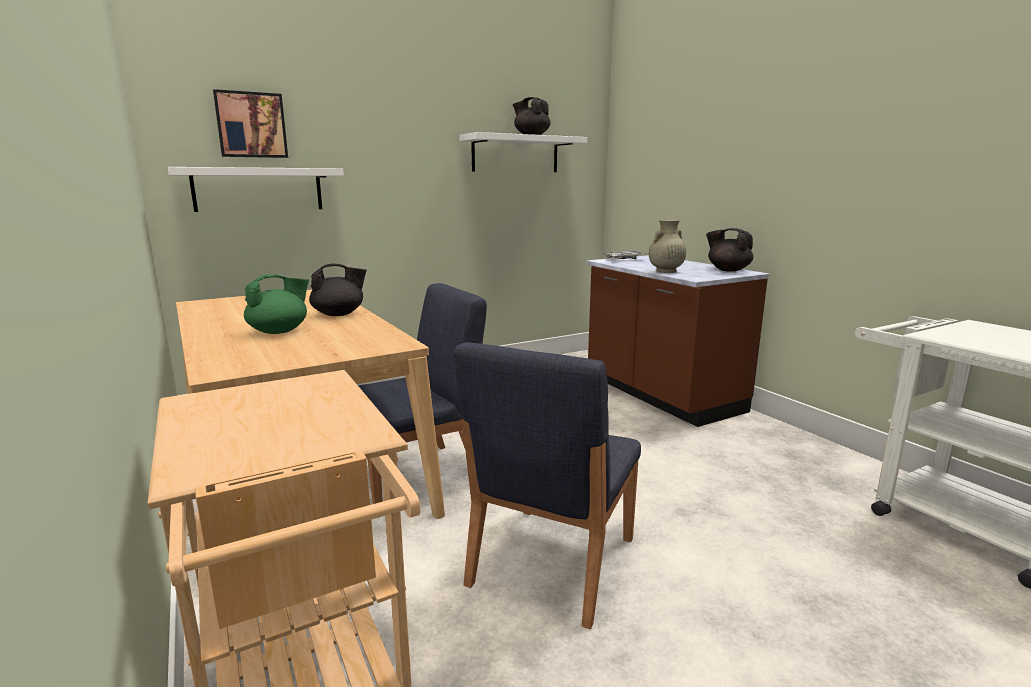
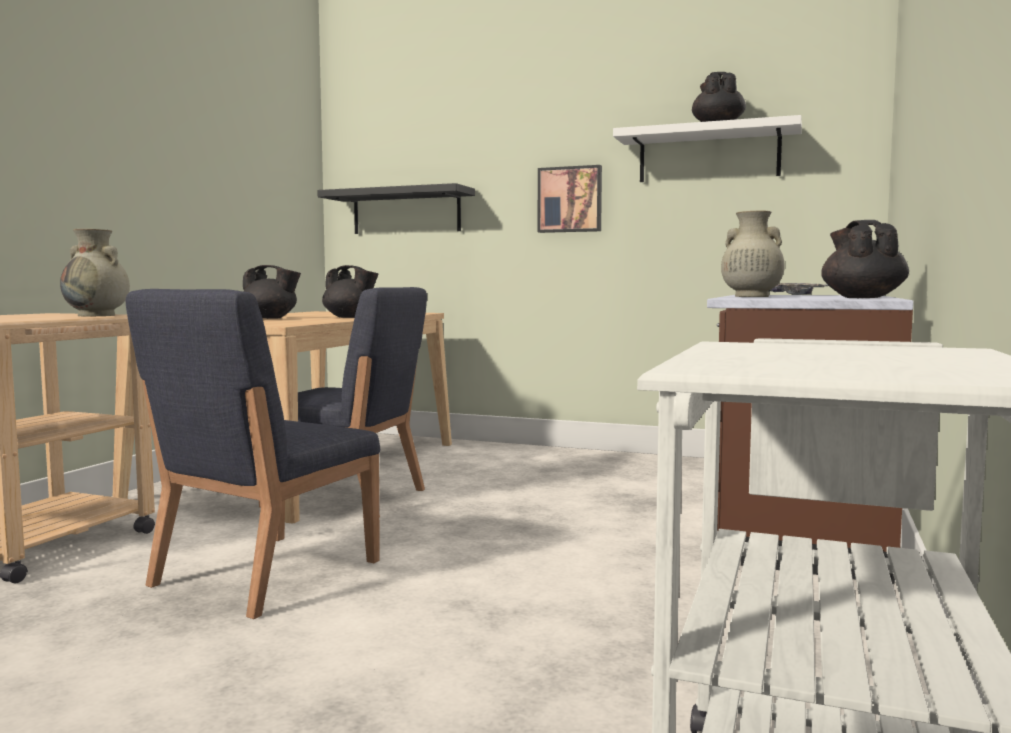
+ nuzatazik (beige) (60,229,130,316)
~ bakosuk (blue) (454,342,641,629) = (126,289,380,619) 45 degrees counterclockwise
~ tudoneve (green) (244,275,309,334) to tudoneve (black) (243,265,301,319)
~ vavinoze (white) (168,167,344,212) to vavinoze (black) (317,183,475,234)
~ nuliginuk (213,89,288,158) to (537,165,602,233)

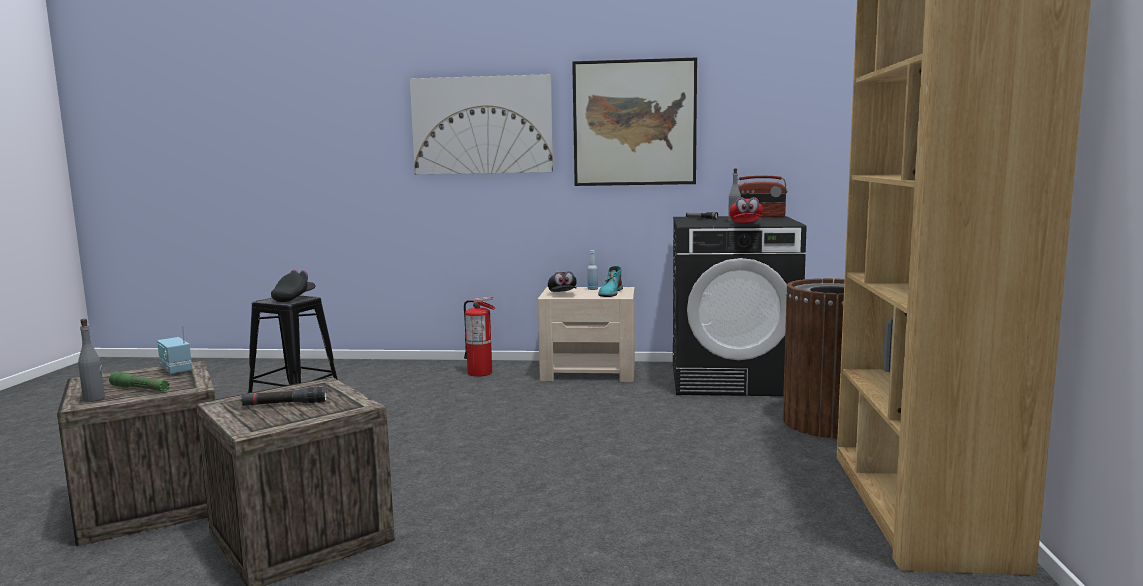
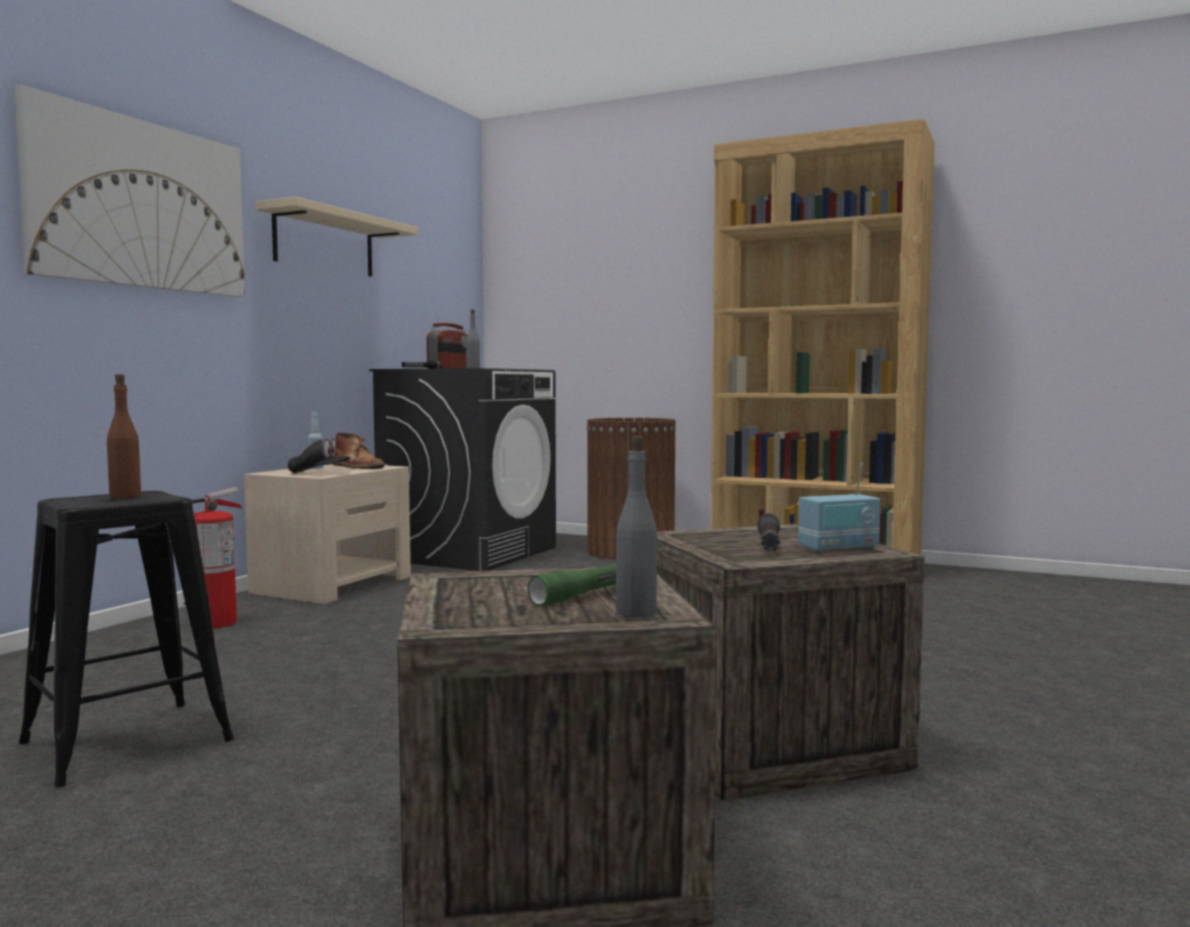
~ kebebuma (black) (271,270,316,302) to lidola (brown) (107,374,141,498)
~ nuliginuk (572,58,697,186) to vavinoze (beige) (256,197,418,277)
~ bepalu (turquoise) (598,266,623,297) to bepalu (brown) (332,433,385,469)
~ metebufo (157,325,192,375) to (798,462,881,553)
- kebebuma (red) (730,197,763,223)

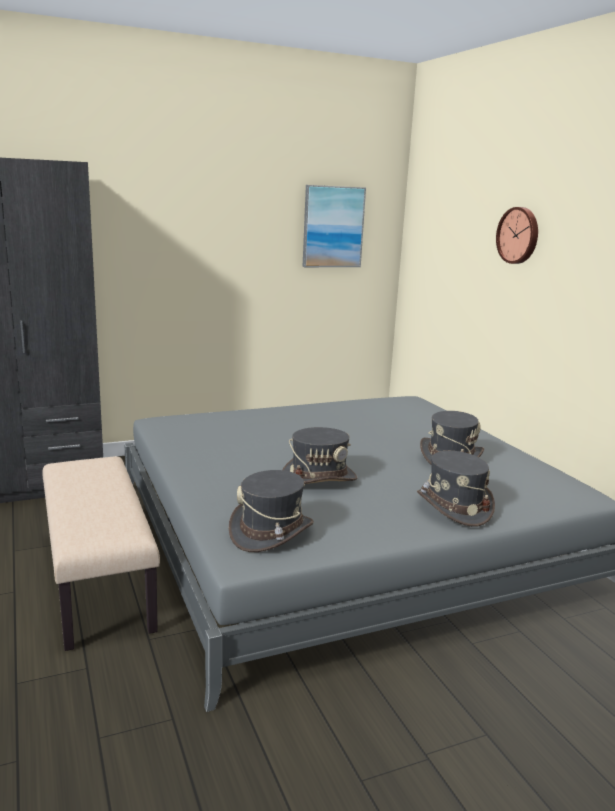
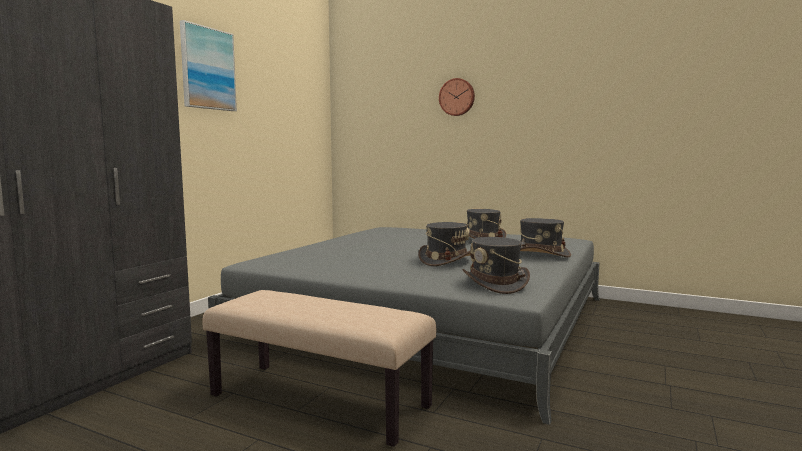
~ nuliginuk (302,185,366,267) to (180,20,237,111)

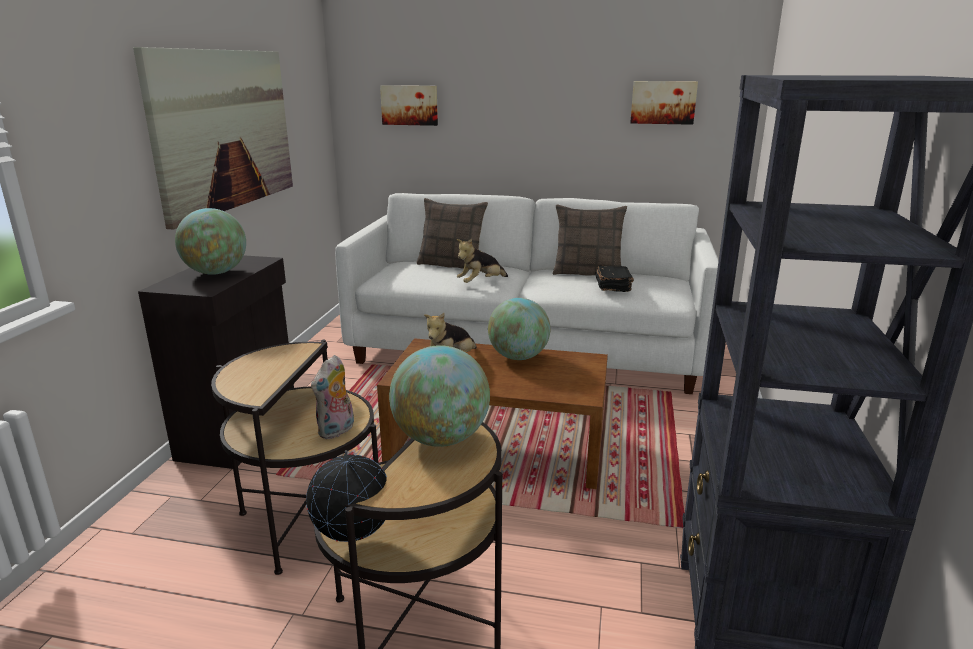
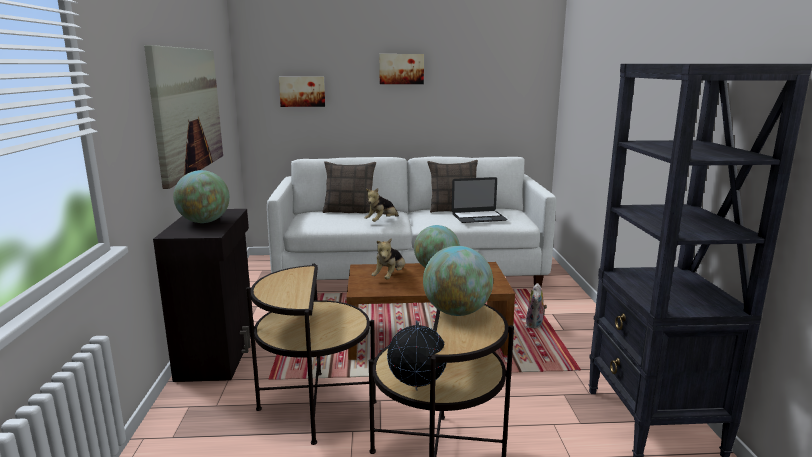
~ nuliginuk (630,81,698,125) to (379,54,424,84)
~ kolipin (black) (595,265,634,292) to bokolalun (452,177,508,223)
~ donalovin (311,355,354,439) to (526,283,547,328)

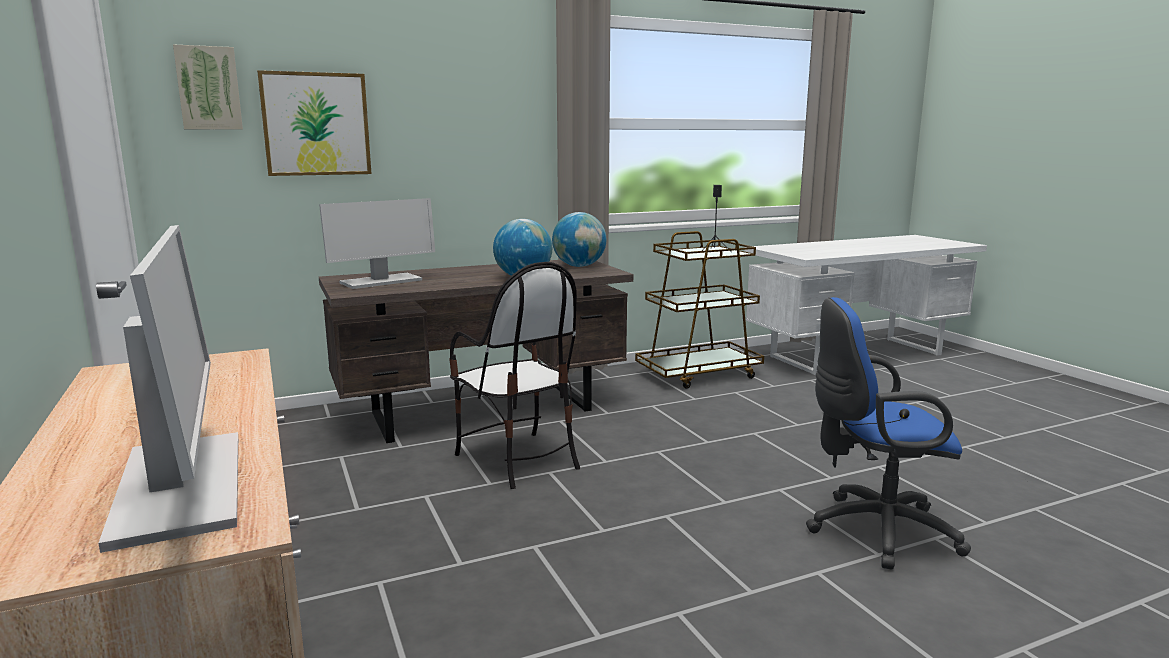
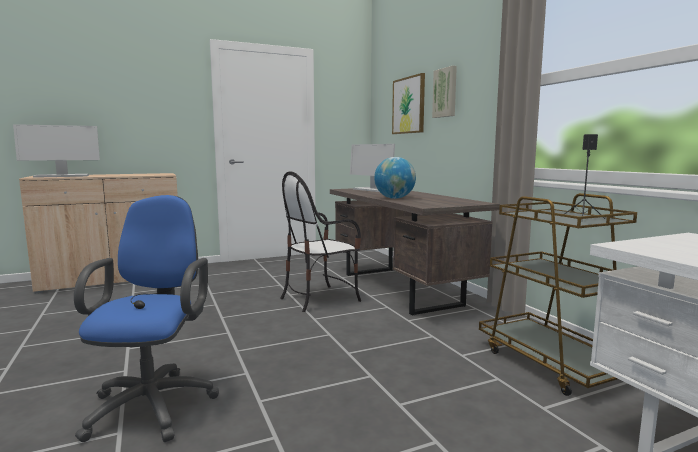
~ nuliginuk (173,44,243,130) to (432,66,457,118)
- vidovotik (552,212,606,267)

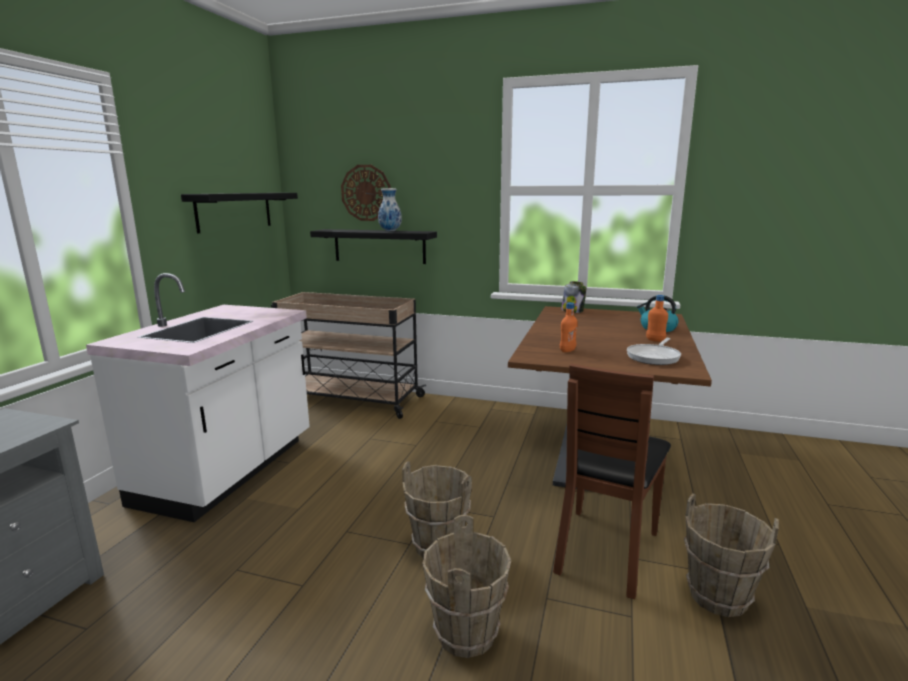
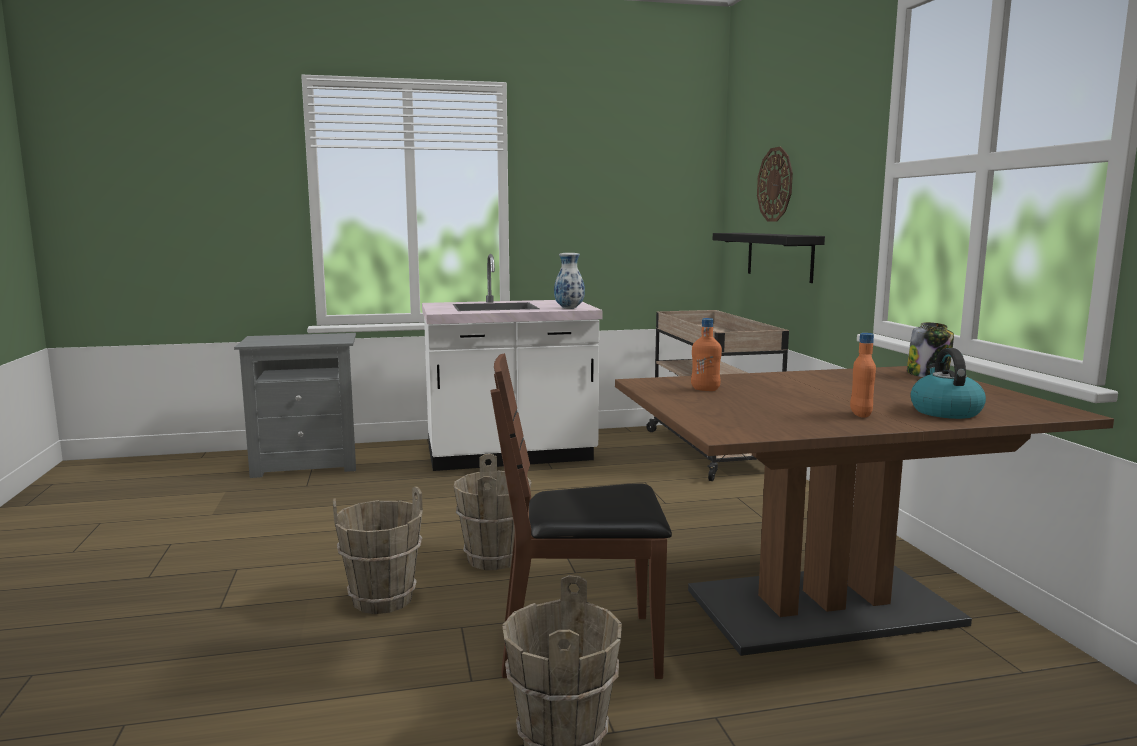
~ nuzatazik (378,188,402,231) to (554,253,585,309)
- vavinoze (black) (181,193,298,234)
- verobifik (627,338,681,365)

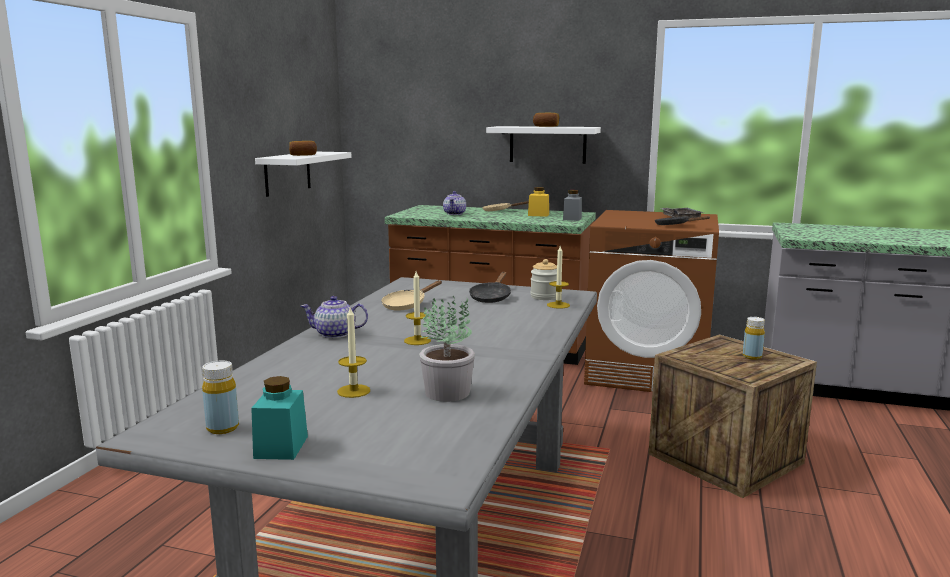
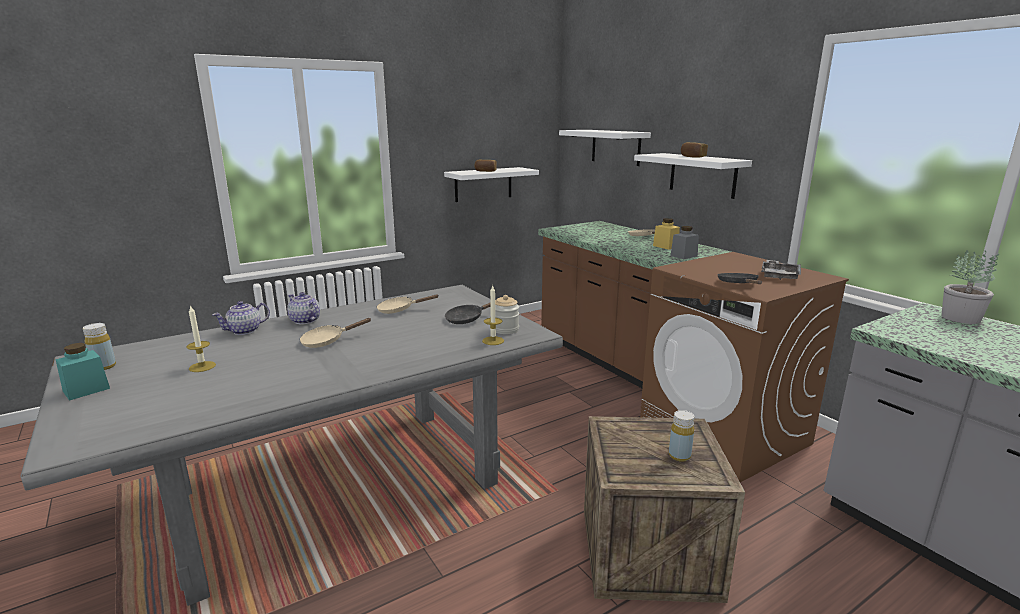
~ tudoneve (443,191,466,215) to (212,301,270,335)
~ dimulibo (404,271,431,345) to verobifik (beige) (300,318,372,348)
+ vavinoze (white) (559,130,651,166)
~ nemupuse (419,296,475,402) to (942,250,999,324)

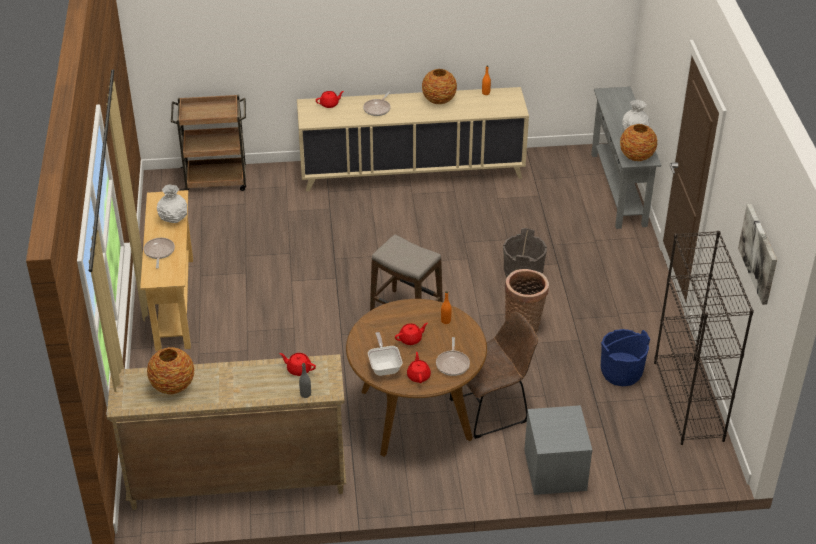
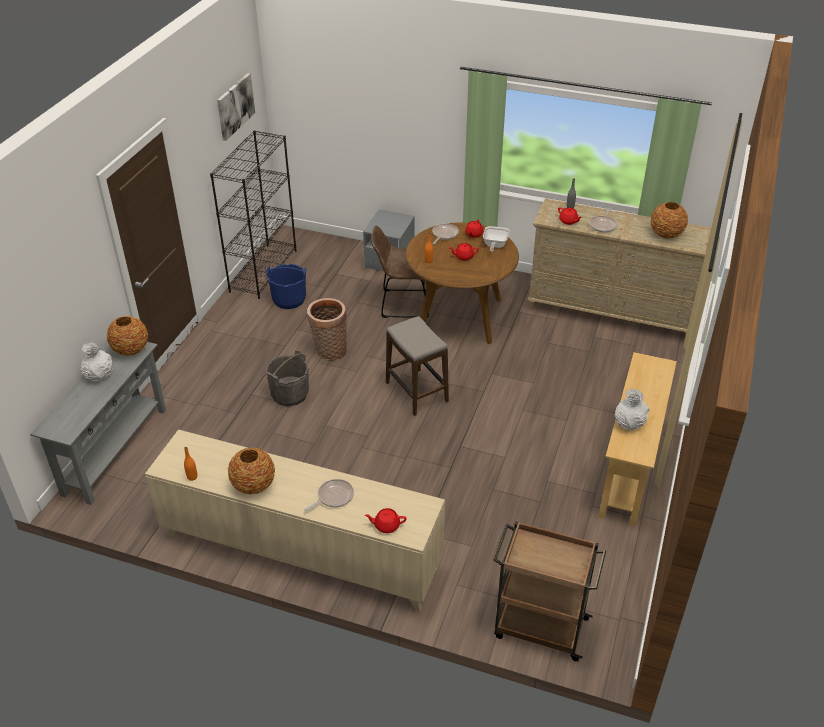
~ verobifik (143,238,175,269) to (589,208,617,232)

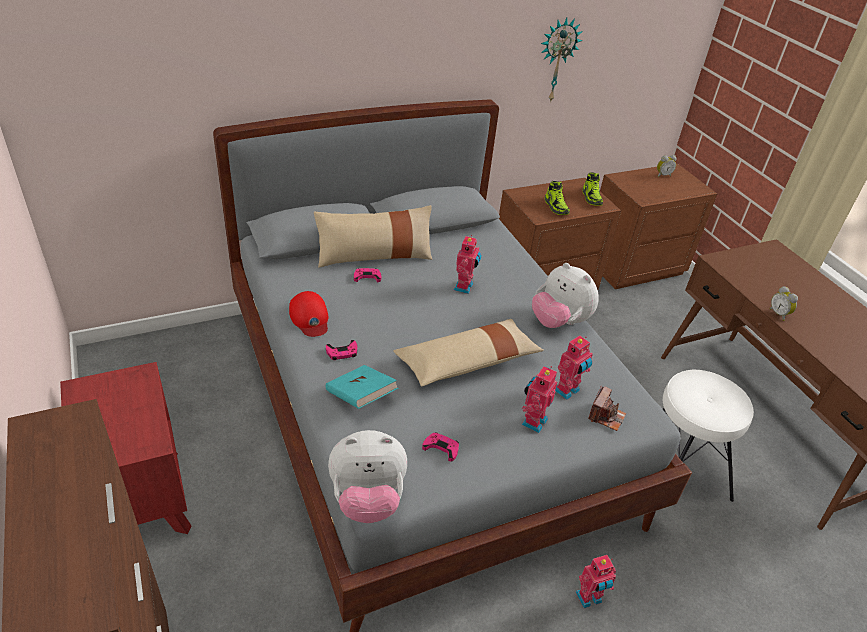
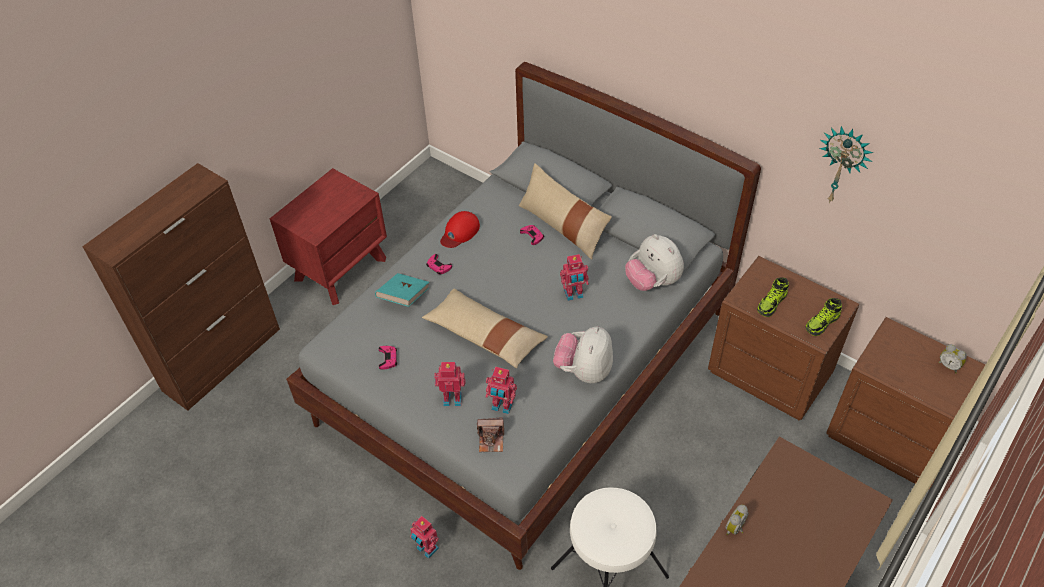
~ donalovin (328,430,407,523) to (625,234,684,291)

